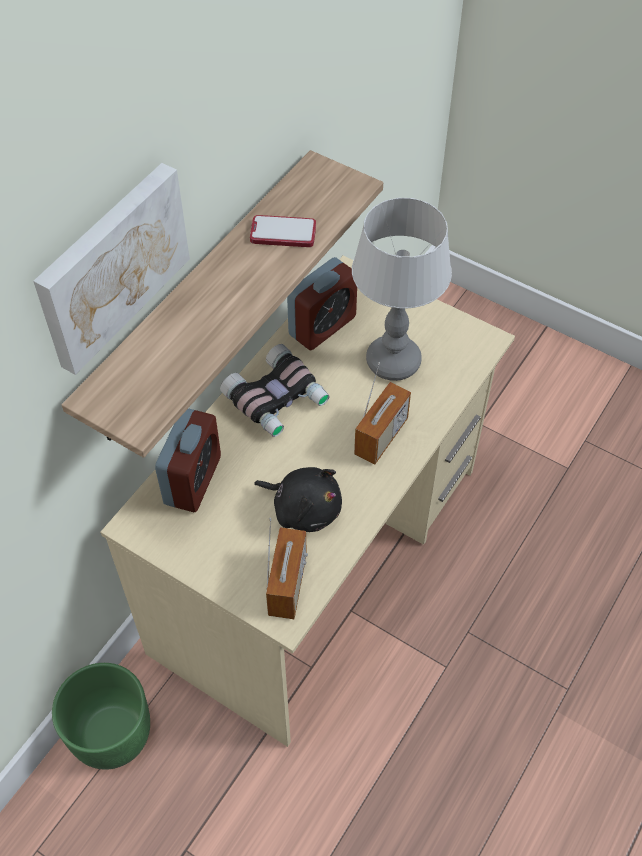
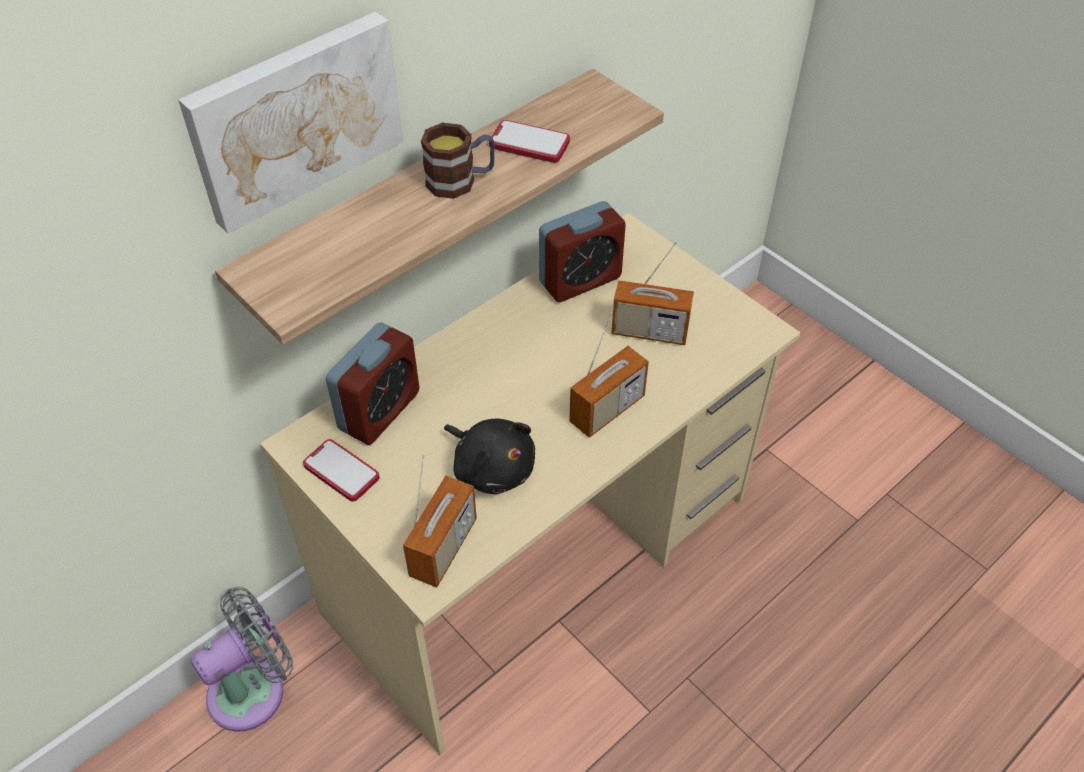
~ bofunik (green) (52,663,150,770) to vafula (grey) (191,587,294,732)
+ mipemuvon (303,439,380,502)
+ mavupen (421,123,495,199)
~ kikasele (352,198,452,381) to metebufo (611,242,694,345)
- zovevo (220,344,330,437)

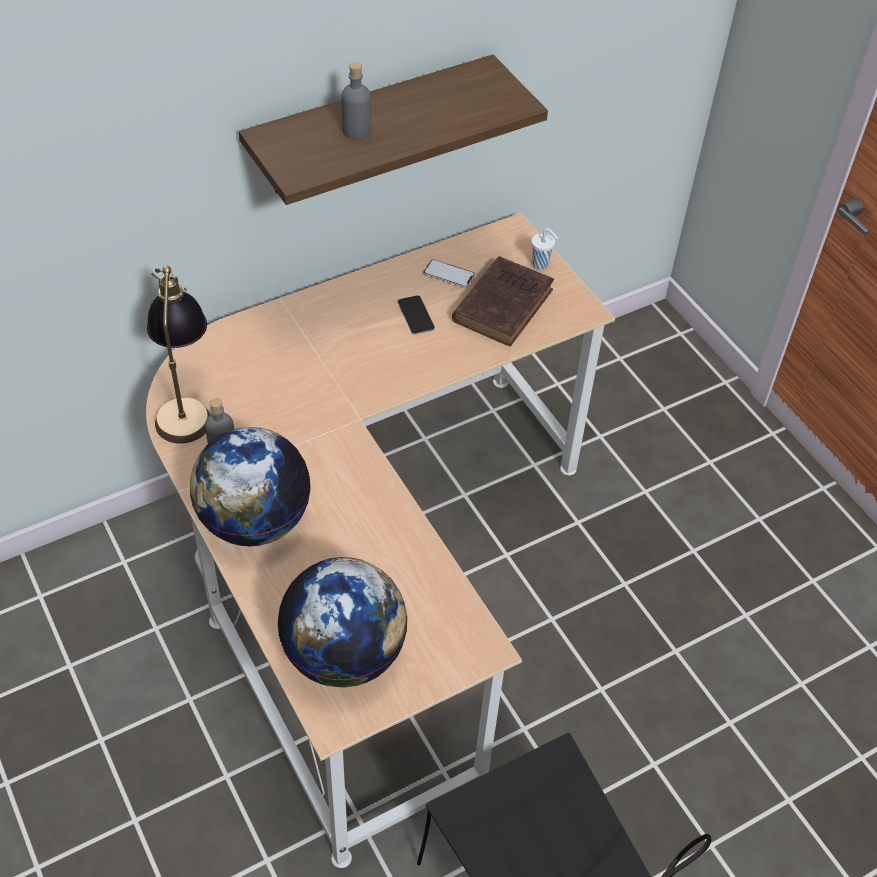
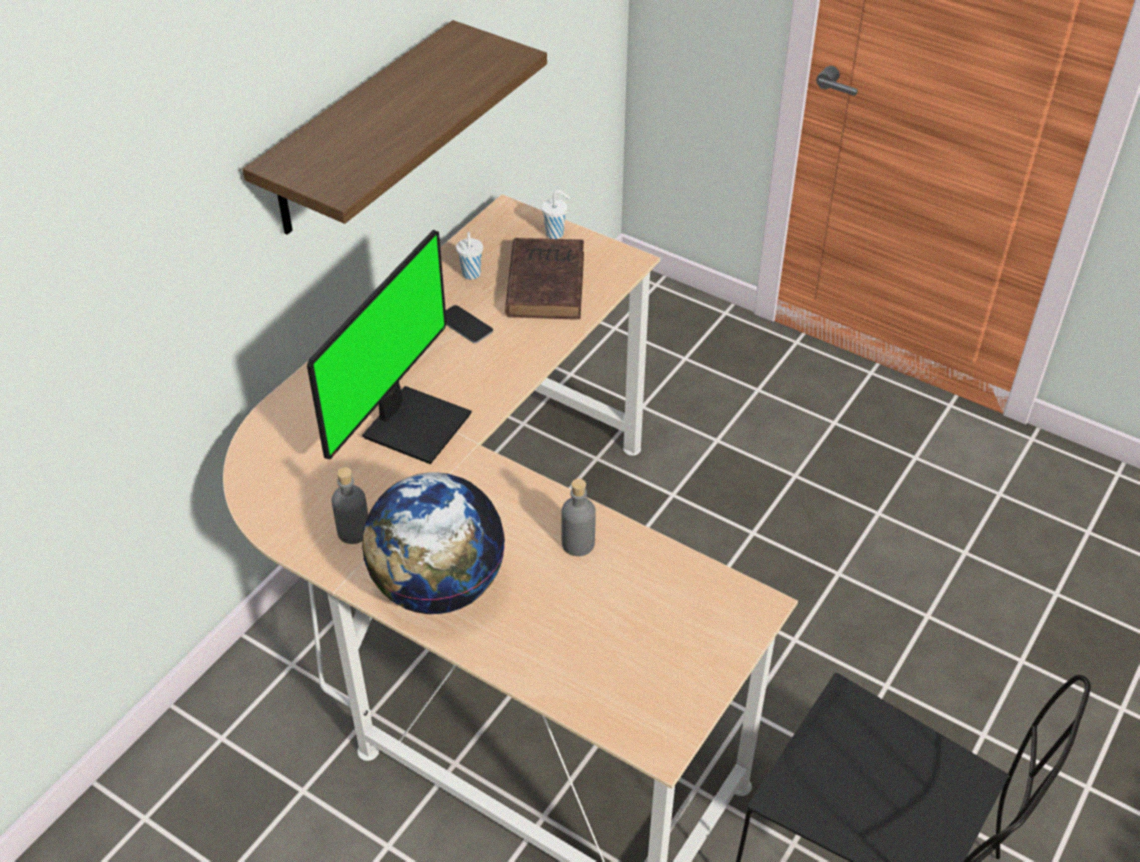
+ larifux (307,230,472,464)
~ mipemuvon (423,259,475,288) to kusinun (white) (456,232,483,280)
~ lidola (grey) (342,62,371,139) to (561,479,596,556)
- kikasele (147,266,210,444)
- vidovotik (277,557,407,687)

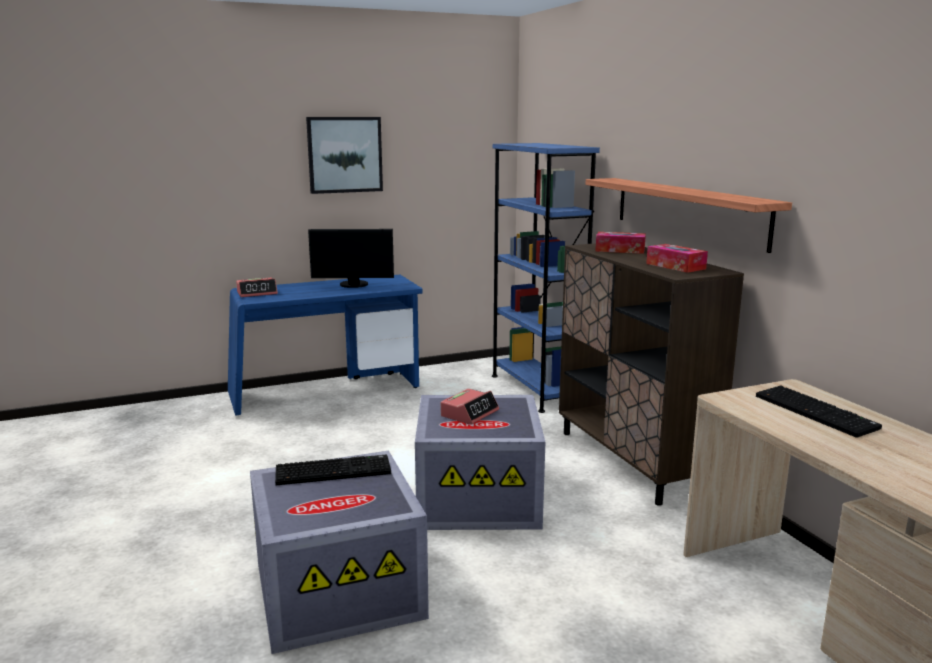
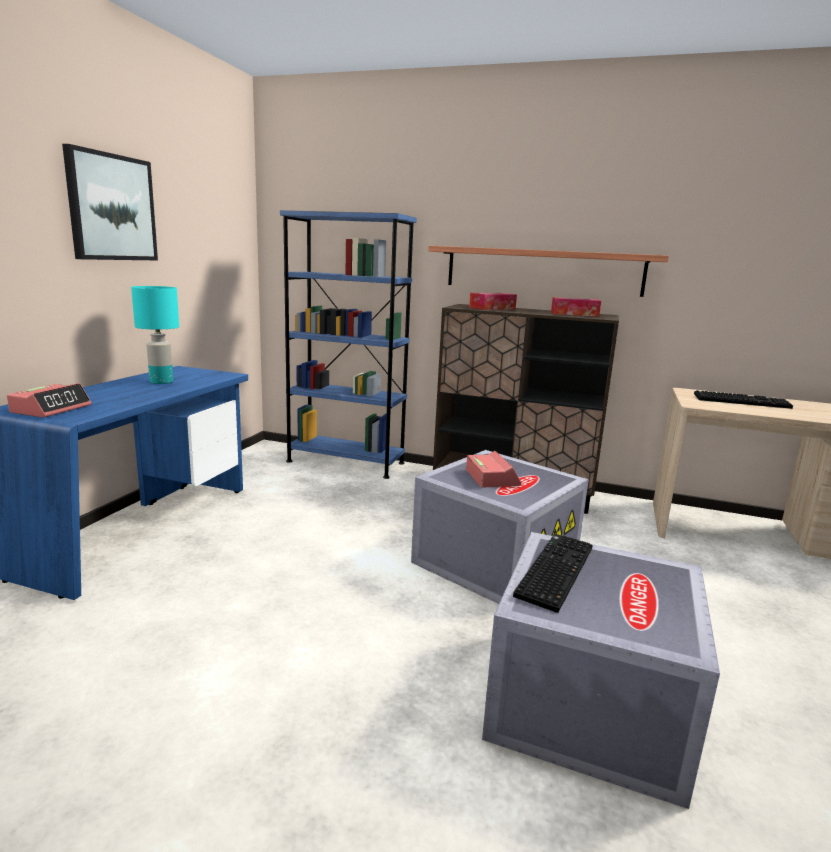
~ larifux (308,229,394,288) to kikasele (turquoise) (131,286,179,384)

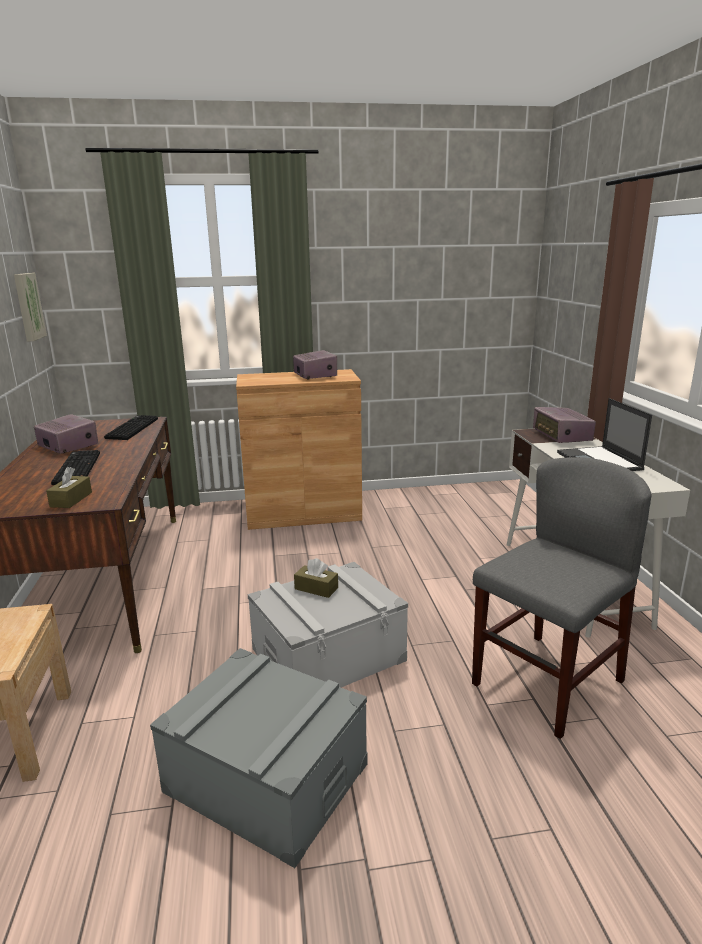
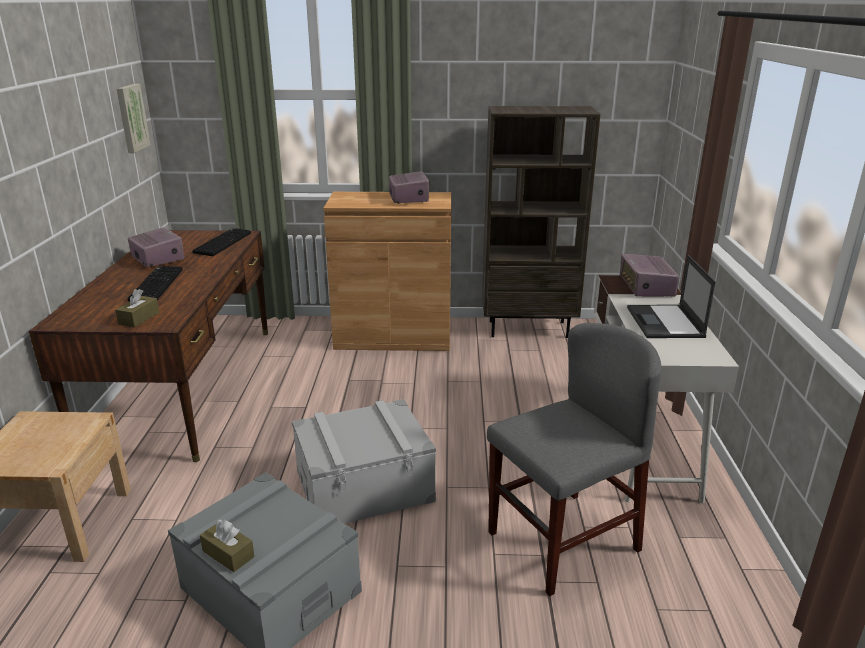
~ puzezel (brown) (294,558,338,598) to (200,520,254,572)
+ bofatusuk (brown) (482,106,600,338)

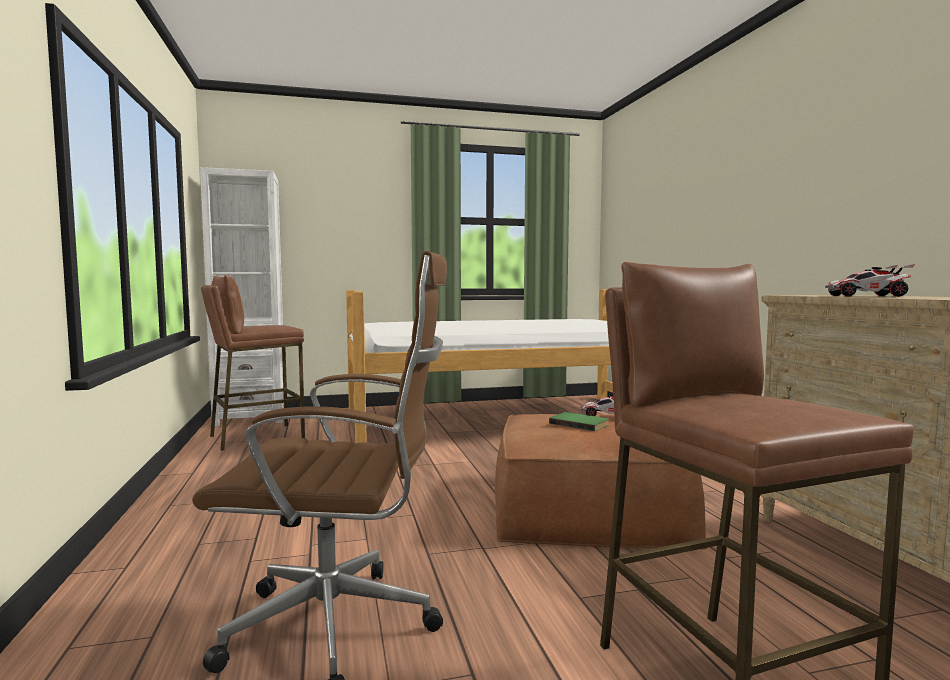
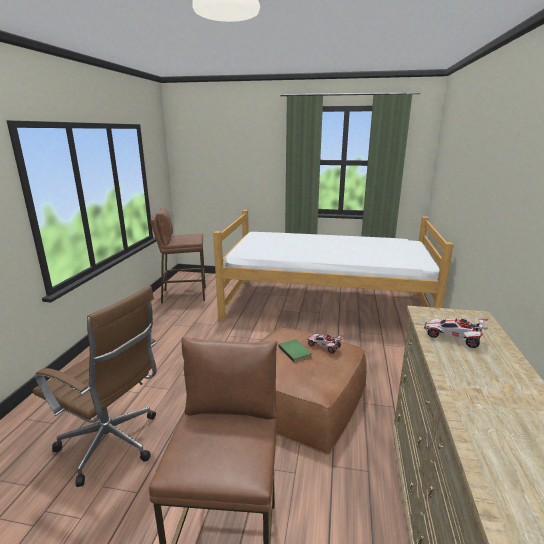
- bofatusuk (white) (200,167,284,427)

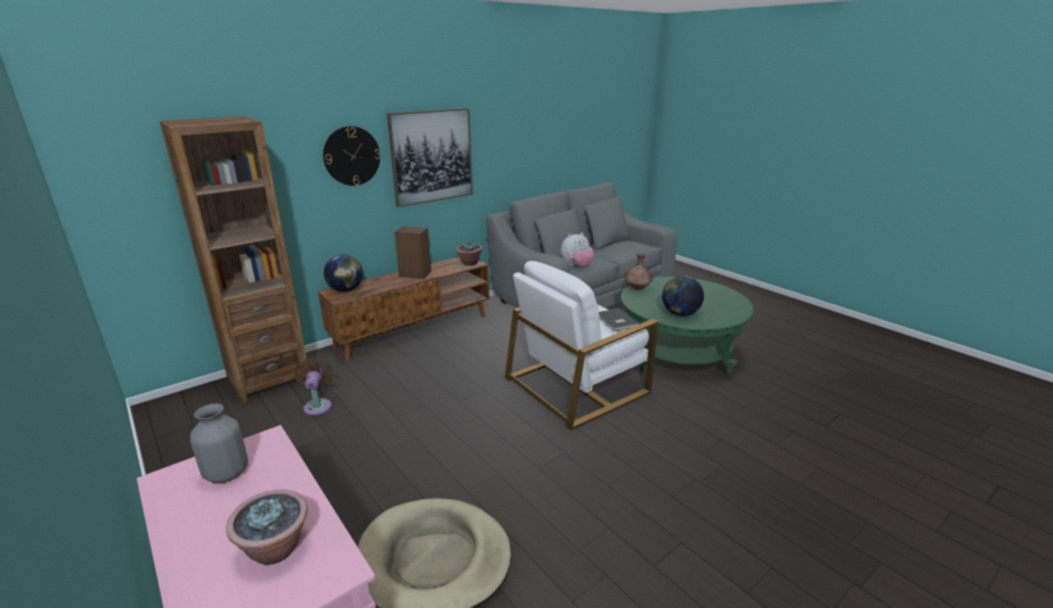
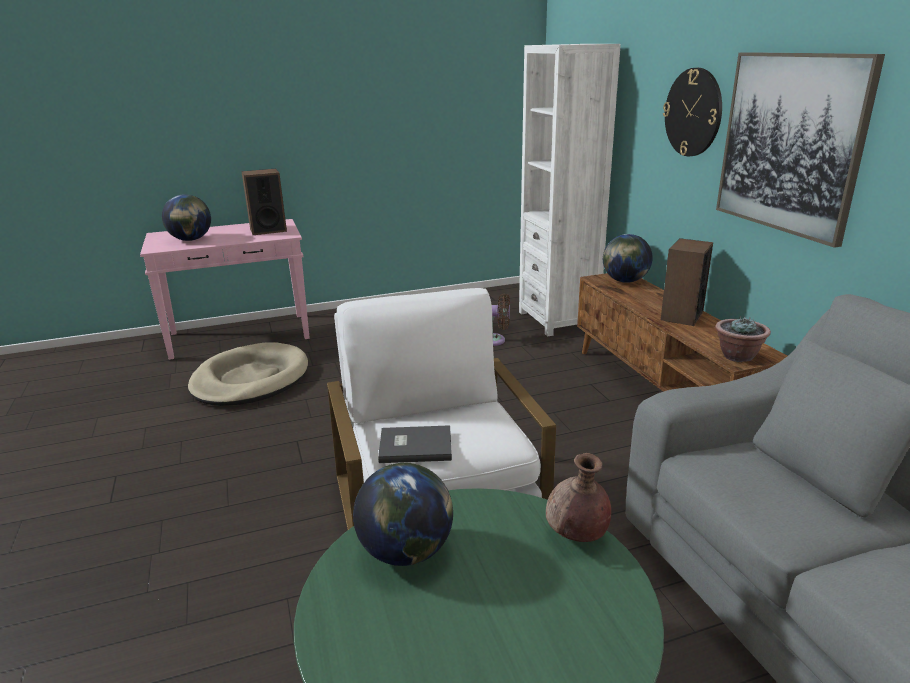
~ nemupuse (226,489,308,565) to vidovotik (162,194,211,241)
~ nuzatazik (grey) (190,404,248,483) to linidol (241,169,287,235)
~ bofatusuk (brown) (159,116,308,403) to bofatusuk (white) (519,44,621,337)
- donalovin (560,233,594,266)

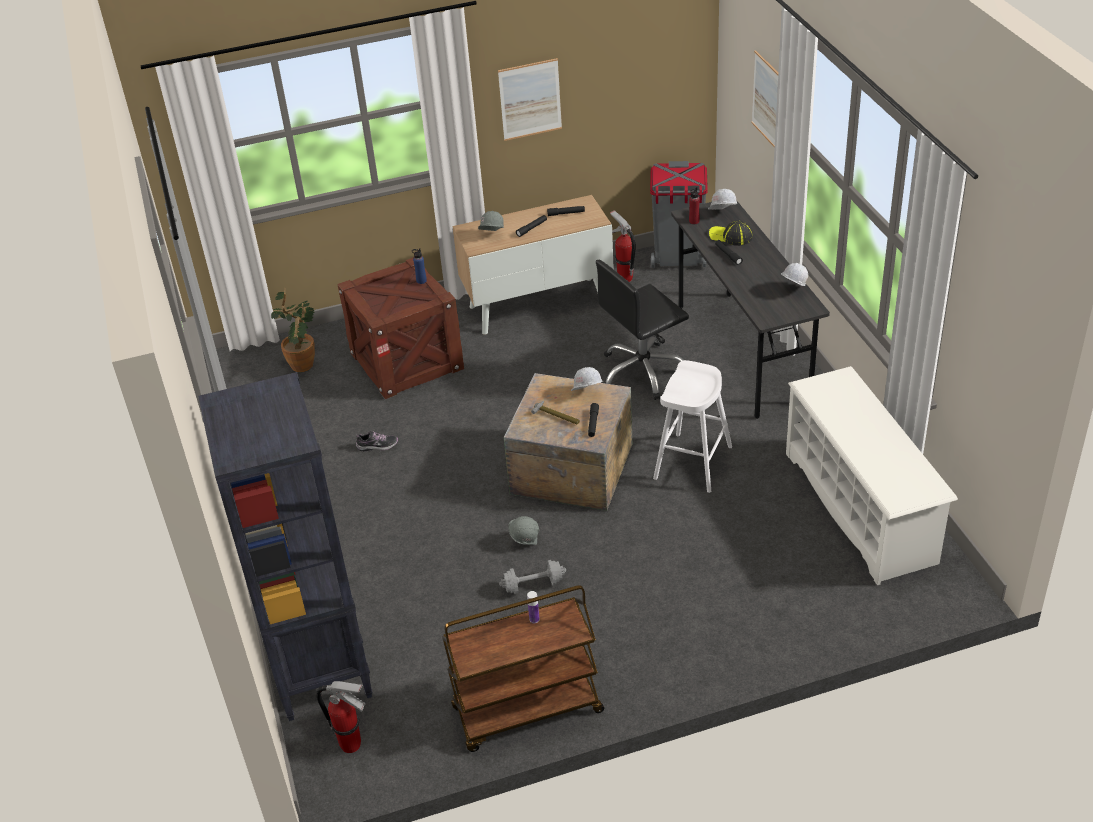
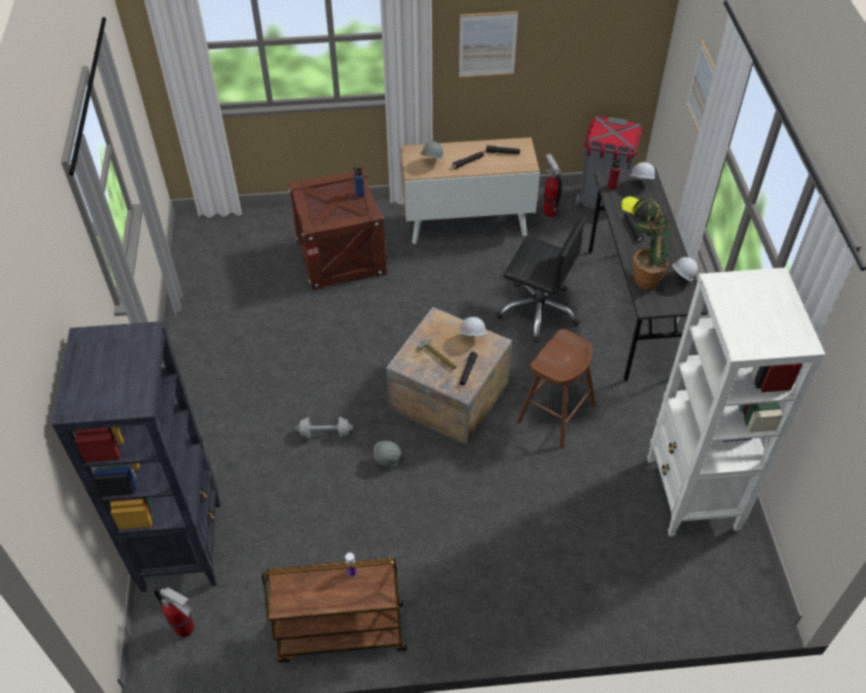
~ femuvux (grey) (499,560,566,594) to (295,417,353,439)
~ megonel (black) (596,260,689,400) = (496,216,587,343) 135 degrees counterclockwise
~ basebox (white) (653,360,732,493) to basebox (brown) (517,329,595,448)
~ nemupuse (271,288,315,372) to (633,205,673,289)
~ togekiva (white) (786,366,958,585) to bofatusuk (white) (648,267,825,537)
- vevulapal (356,431,398,452)

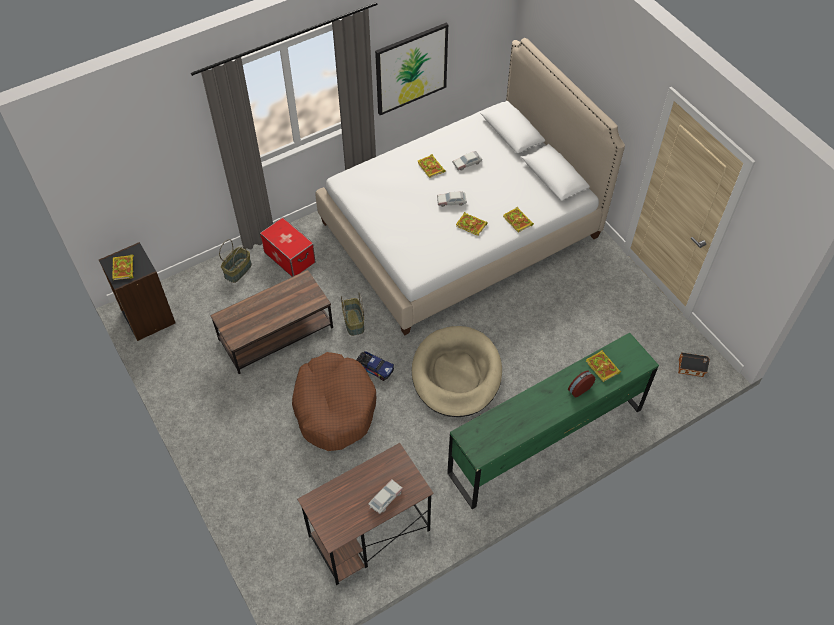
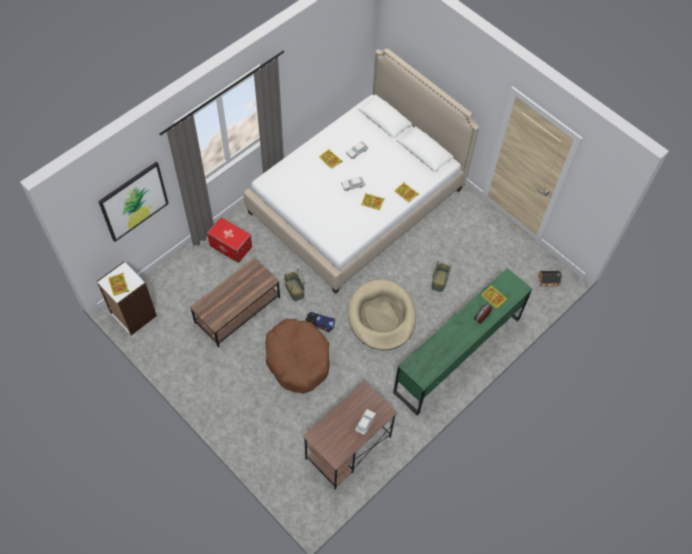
~ bofatusuk (black) (99,242,176,341) to bofatusuk (white) (96,261,157,335)
~ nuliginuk (375,23,448,115) to (98,162,169,242)
~ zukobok (219,239,252,283) to (431,260,452,292)

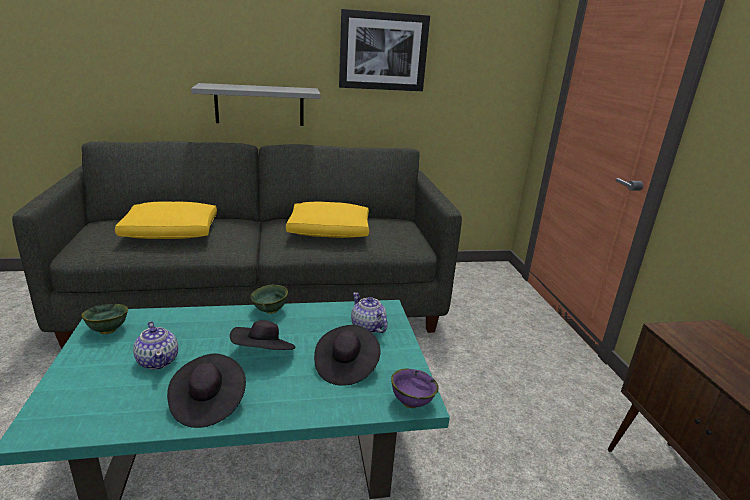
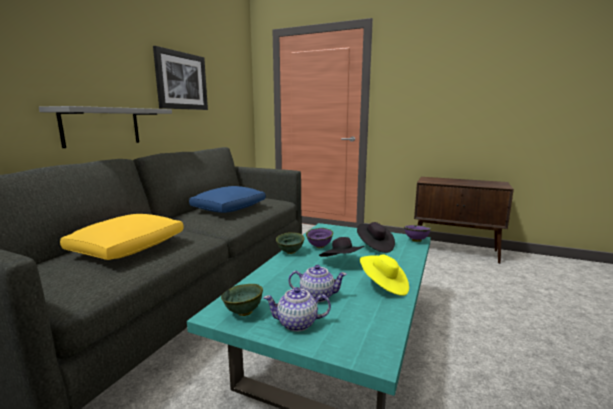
~ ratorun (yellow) (286,202,369,238) to ratorun (blue) (189,186,266,213)
~ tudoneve (351,292,388,333) to (263,287,331,332)
+ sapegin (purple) (306,228,333,248)
~ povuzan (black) (167,353,246,428) to povuzan (yellow) (360,254,409,296)

